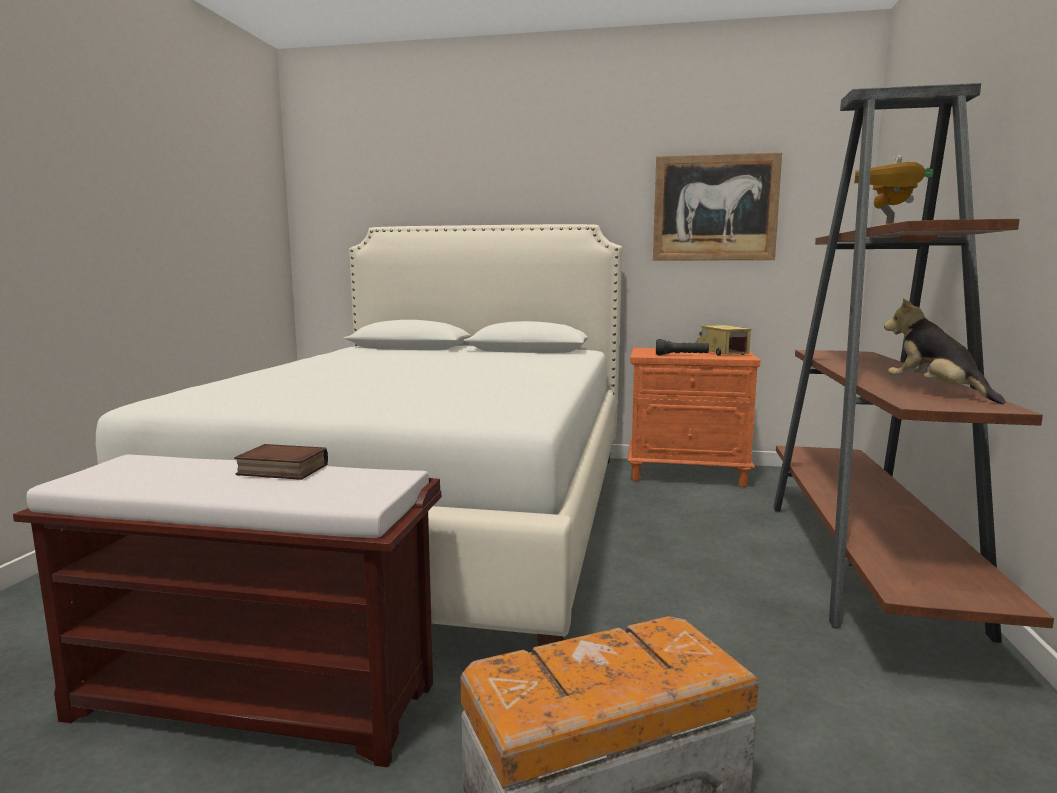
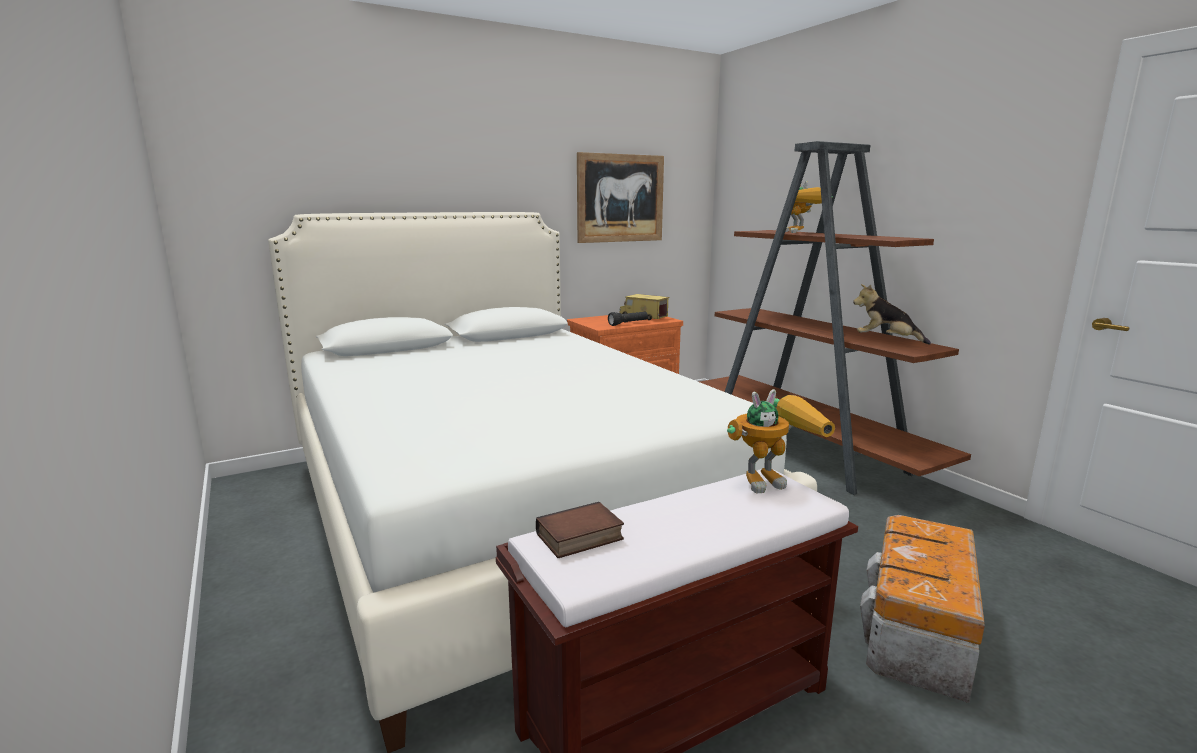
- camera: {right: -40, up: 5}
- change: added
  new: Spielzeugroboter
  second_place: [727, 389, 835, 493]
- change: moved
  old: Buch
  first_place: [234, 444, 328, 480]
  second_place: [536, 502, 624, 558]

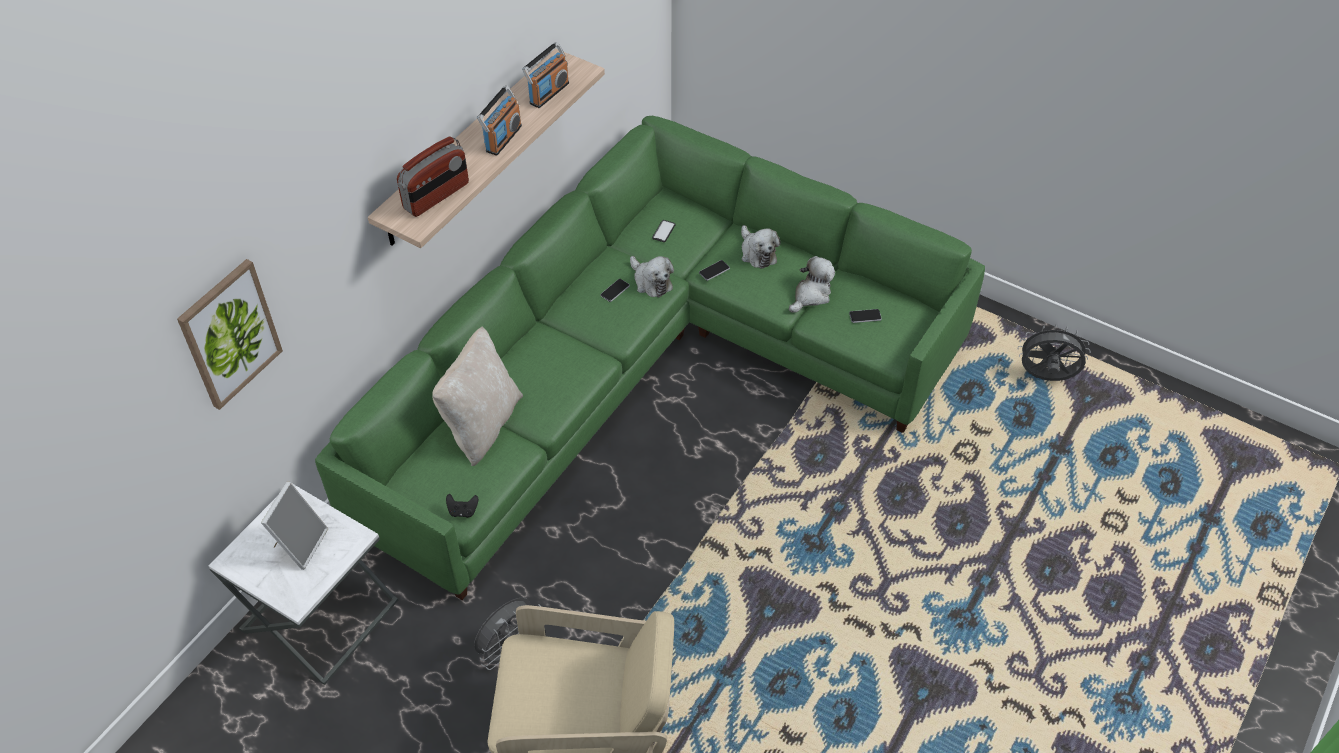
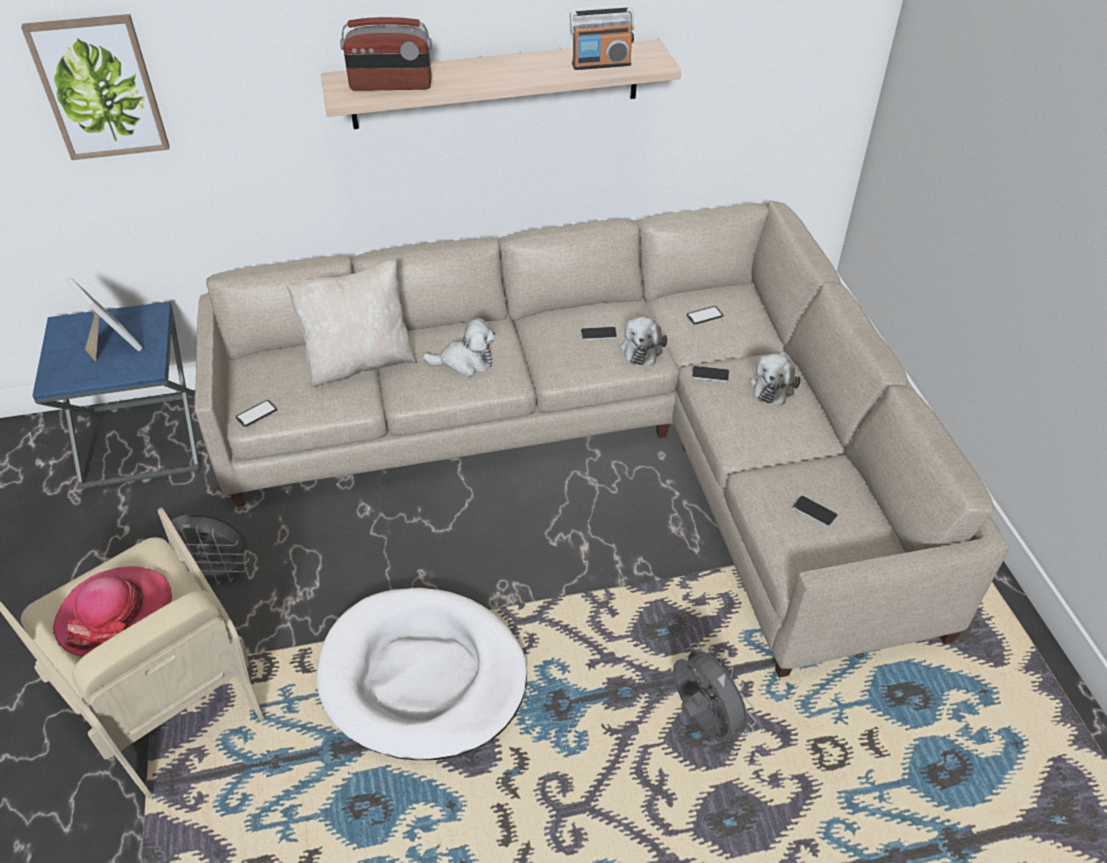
- camera: {right: 45, up: -5}
- change: removed
  old: Radio
  first_place: [477, 86, 522, 156]
- change: added
  new: Hut
  second_place: [53, 566, 172, 656]
- change: added
  new: Hundebett (weiß)
  second_place: [316, 588, 527, 760]
- change: moved
  old: Plüschtier
  first_place: [789, 256, 835, 313]
  second_place: [423, 318, 496, 377]
- change: moved
  old: Ventilator (grau)
  first_place: [1018, 325, 1090, 381]
  second_place: [673, 643, 756, 742]
- change: replaced
  old: Gamepad (schwarz)
  new: Handy
  first_place: [446, 494, 478, 518]
  second_place: [236, 400, 277, 427]
- change: recoloured
  old: Beistelltisch (weiß)
  new: Beistelltisch (blau)
  first_place: [209, 484, 398, 685]
  second_place: [32, 301, 199, 489]
- change: recoloured
  old: Sofa (grün)
  new: Sofa (beige)
  first_place: [315, 116, 985, 600]
  second_place: [194, 201, 1009, 678]
- change: turned
  old: Bilderrahmen
  first_place: [261, 481, 328, 570]
  second_place: [66, 278, 142, 361]
  degrees: -105

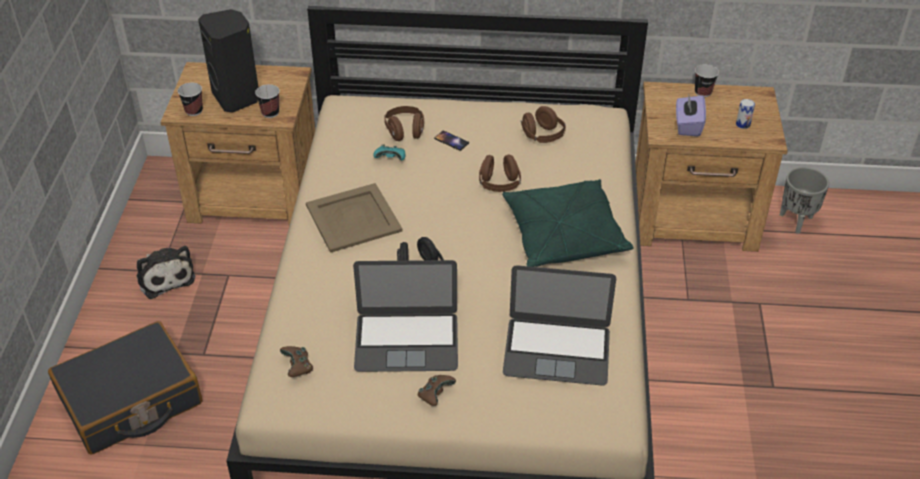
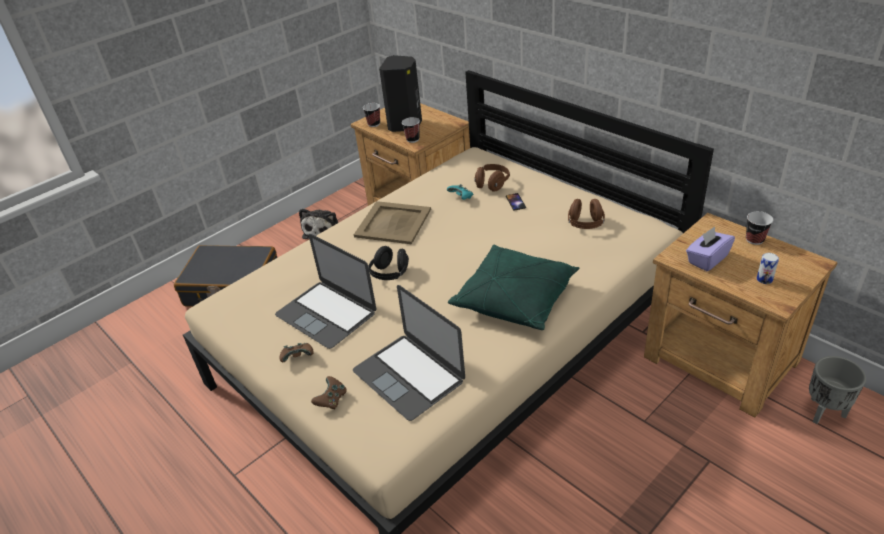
- camera: {right: 45, up: -5}
- change: removed
  old: Kopfhörer (braun)
  first_place: [479, 154, 521, 192]
- change: moved
  old: Gamepad (braun)
  first_place: [280, 346, 313, 377]
  second_place: [311, 376, 347, 410]

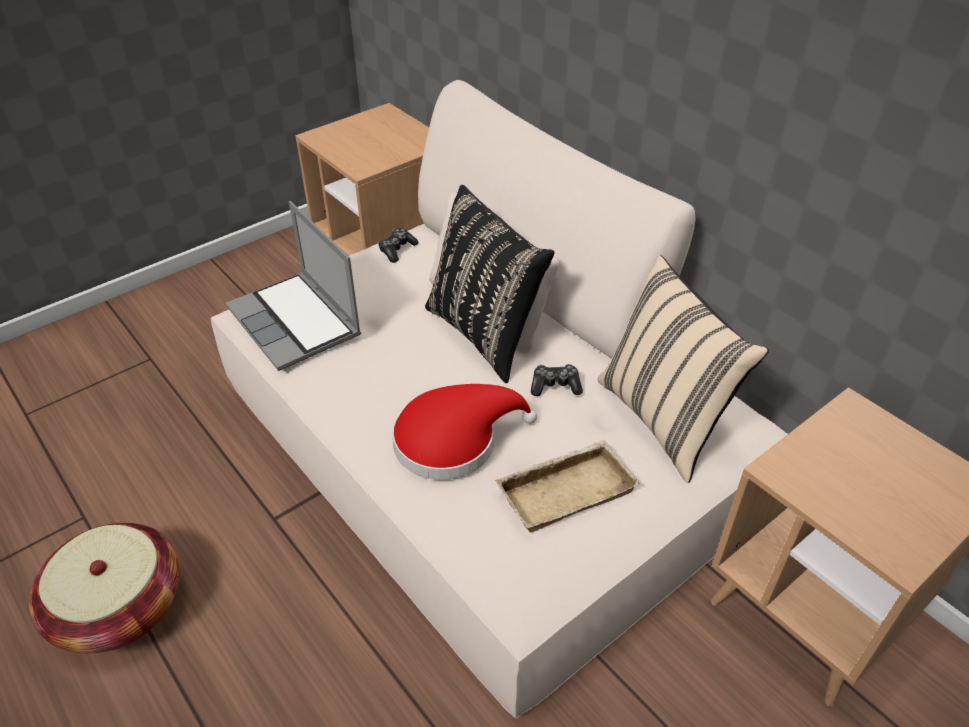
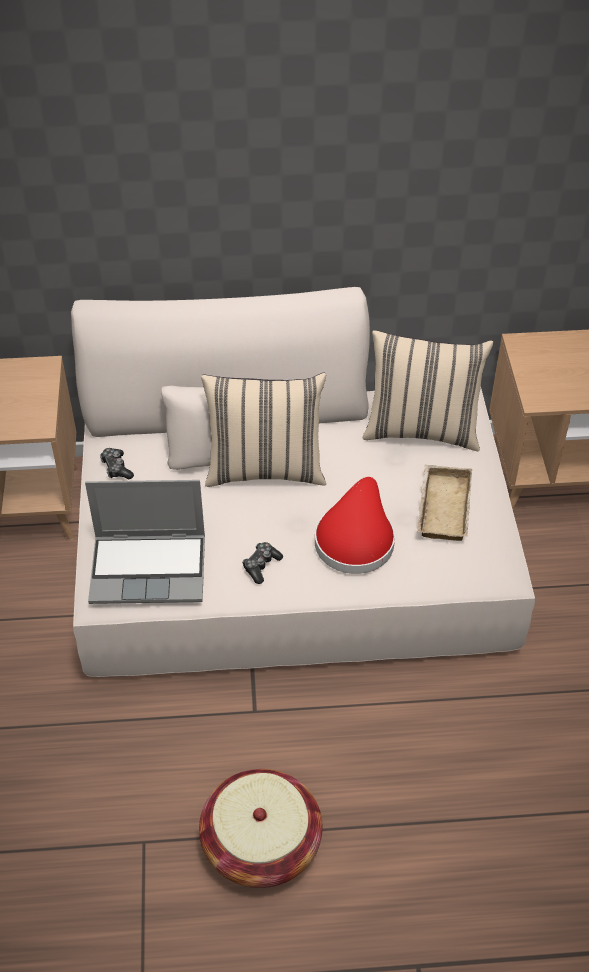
- camera: {right: -55, up: 5}
- change: moved
  old: Gamepad
  first_place: [531, 364, 583, 396]
  second_place: [242, 542, 283, 584]
- change: recoloured
  old: Kissen (schwarz)
  new: Kissen (beige)
  first_place: [425, 185, 554, 383]
  second_place: [201, 372, 326, 487]

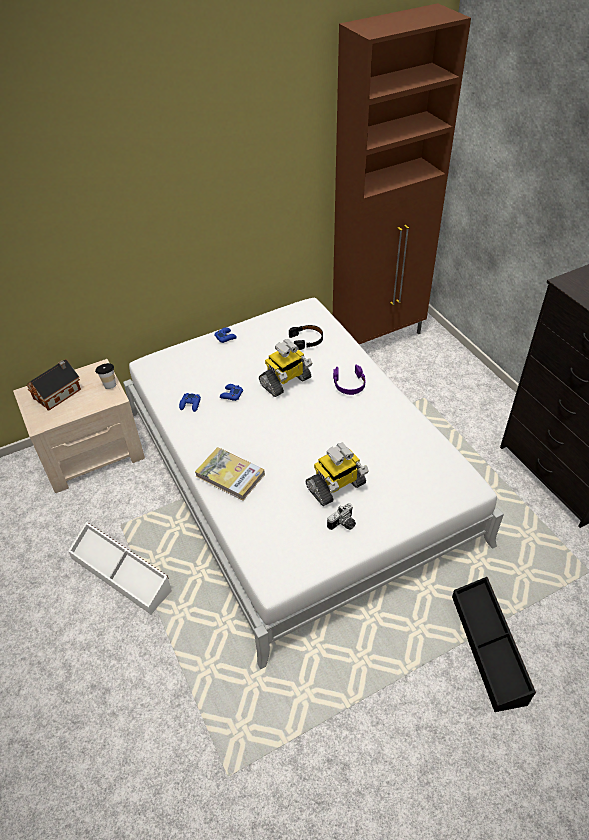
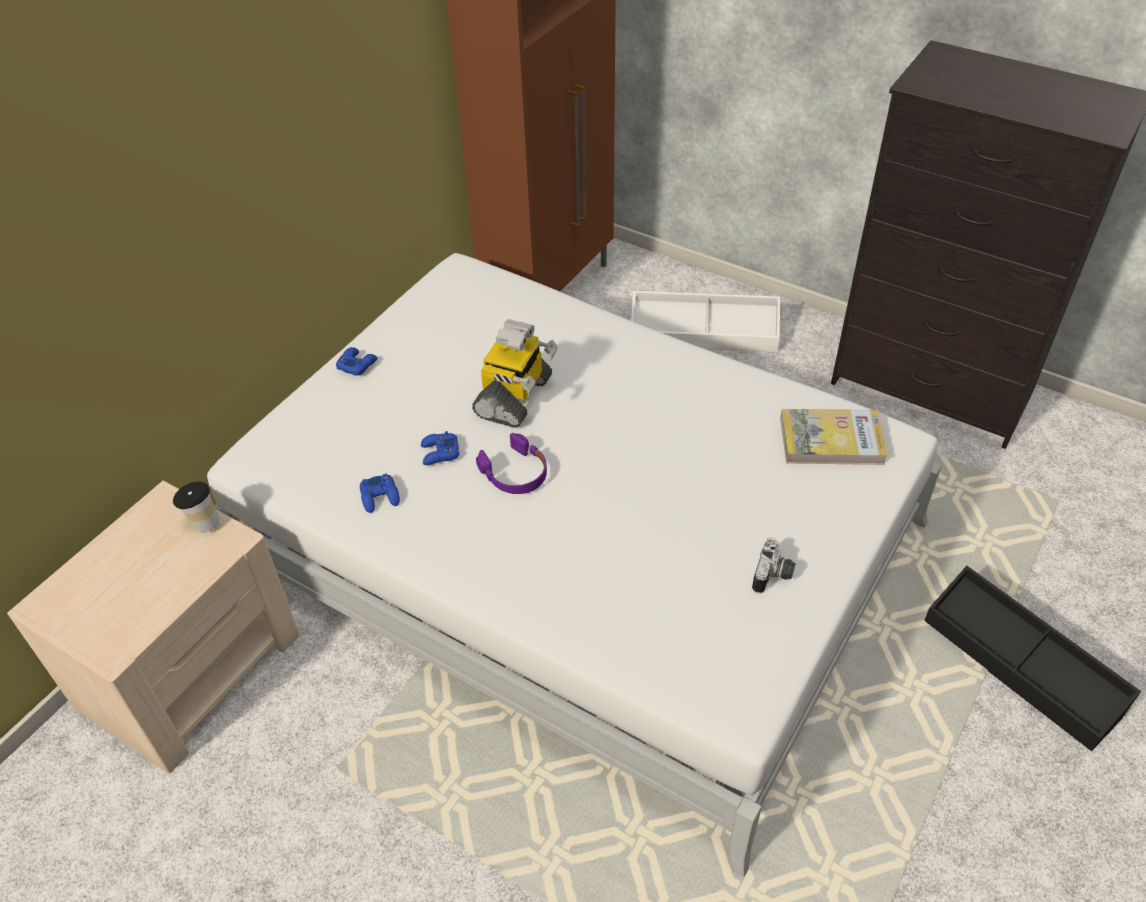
- camera: {right: -30, up: 0}
- change: removed
  old: Spielzeughaus
  first_place: [26, 359, 81, 411]
- change: removed
  old: Kopfhörer (schwarz)
  first_place: [289, 325, 323, 350]
- change: removed
  old: Spielzeugroboter
  first_place: [306, 443, 369, 506]
- change: moved
  old: Aufbewahrungsbox (weiß)
  first_place: [68, 522, 172, 614]
  second_place: [631, 291, 780, 352]
- change: moved
  old: Buch
  first_place: [195, 447, 265, 501]
  second_place: [780, 409, 888, 465]
- change: moved
  old: Kopfhörer (lila)
  first_place: [333, 365, 366, 395]
  second_place: [476, 433, 547, 494]

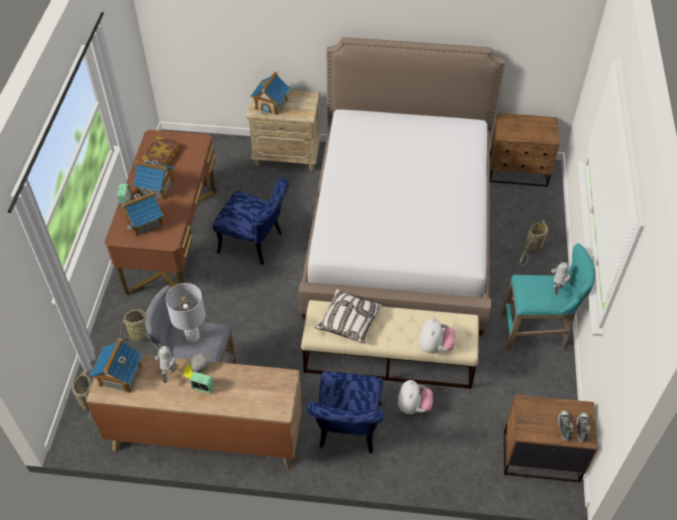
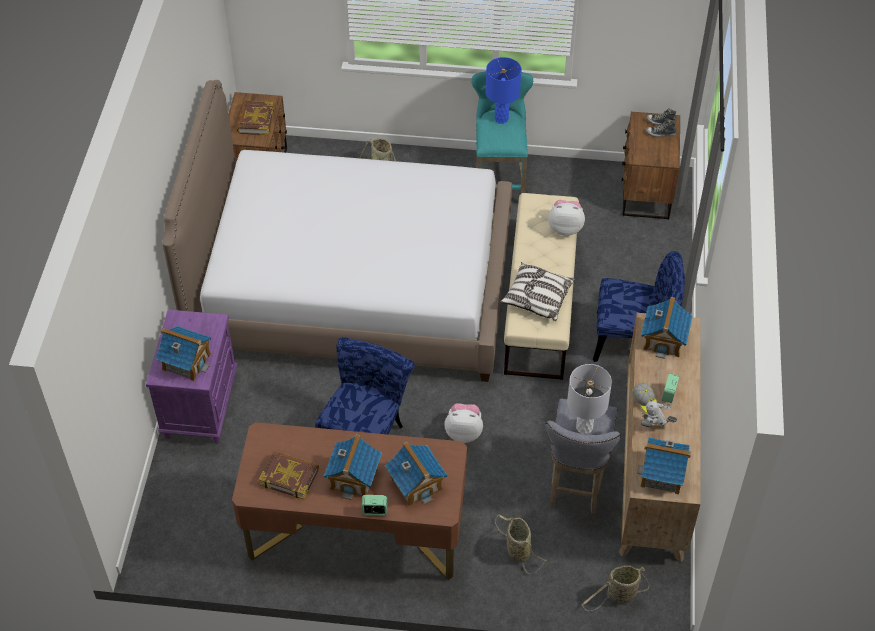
- camera: {right: -90, up: 0}
- change: added
  new: Buch
  second_place: [237, 101, 274, 135]
- change: added
  new: Spielzeughaus
  second_place: [641, 297, 693, 359]
- change: moved
  old: Plüschtier
  first_place: [398, 380, 433, 414]
  second_place: [444, 403, 483, 443]
- change: replaced
  old: Spielzeugroboter
  new: Tischlampe (blau)
  first_place: [551, 261, 571, 295]
  second_place: [486, 57, 522, 124]
- change: recoloured
  old: Nachttisch (beige)
  new: Nachttisch (lila)
  first_place: [246, 87, 321, 171]
  second_place: [146, 310, 238, 444]

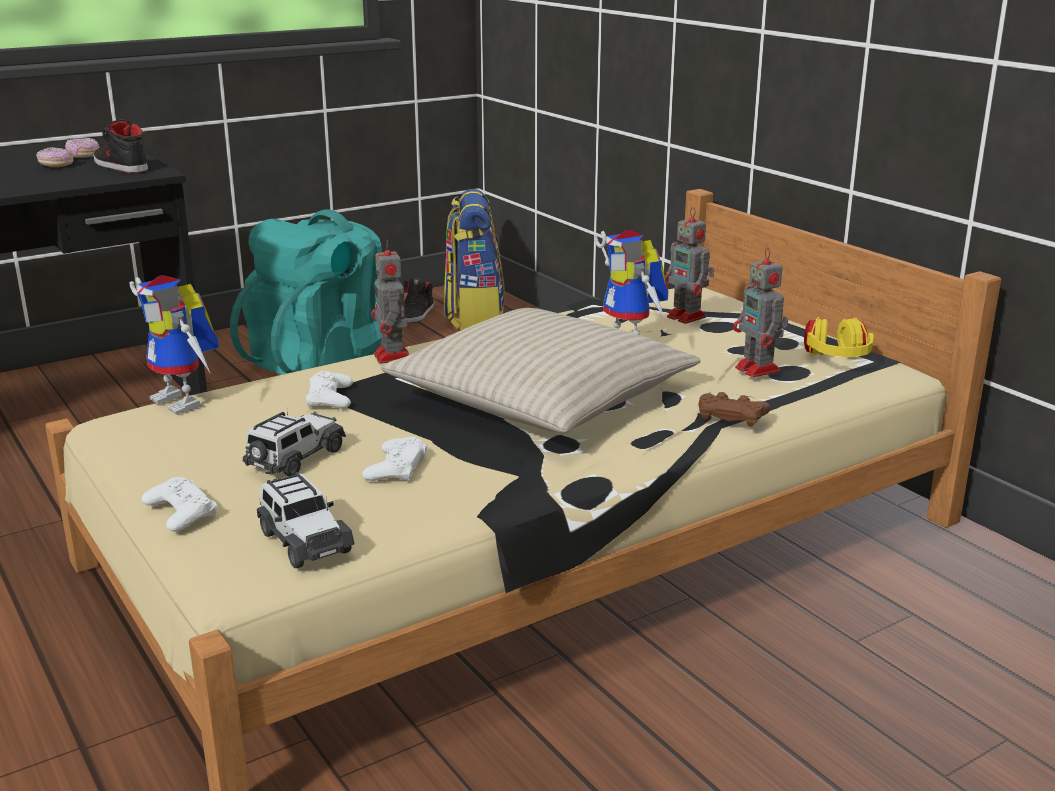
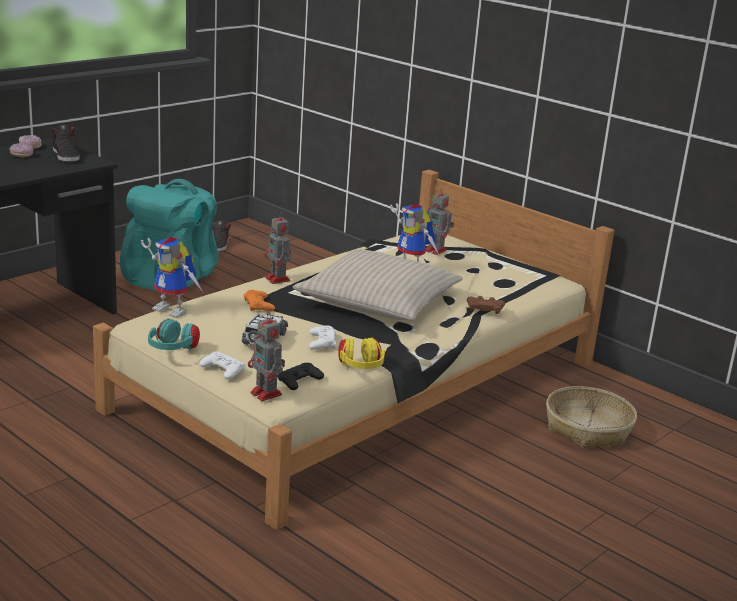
- camera: {right: -15, up: 0}
- change: removed
  old: Rucksack
  first_place: [444, 189, 505, 330]
- change: added
  new: Kopfhörer (türkis)
  second_place: [148, 318, 200, 351]
- change: added
  new: Korb
  second_place: [546, 386, 637, 449]
- change: moved
  old: Spielzeugroboter
  first_place: [733, 248, 788, 377]
  second_place: [248, 312, 285, 401]
- change: moved
  old: Kopfhörer (gelb)
  first_place: [804, 317, 874, 357]
  second_place: [338, 338, 385, 369]
- change: replaced
  old: Spielzeugauto
  new: Gamepad (schwarz)
  first_place: [257, 472, 355, 568]
  second_place: [277, 363, 324, 390]
- change: recoloured
  old: Gamepad (weiß)
  new: Gamepad (orange)
  first_place: [306, 371, 353, 408]
  second_place: [244, 290, 275, 312]
- change: turned
  old: Schuh (schwarz)
  first_place: [93, 119, 148, 173]
  second_place: [50, 124, 80, 162]
  degrees: -150

